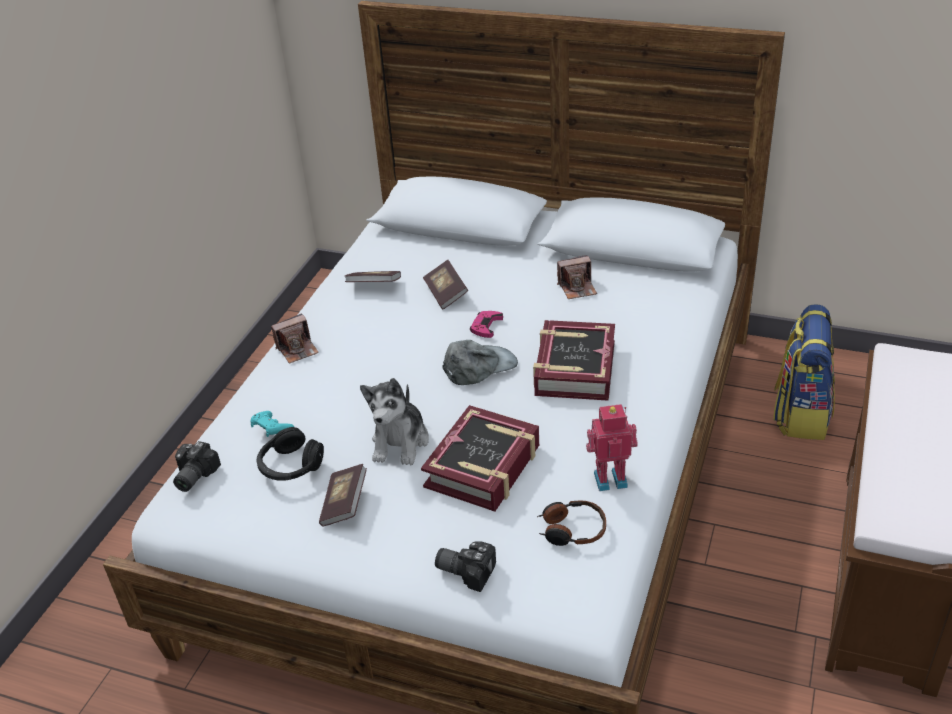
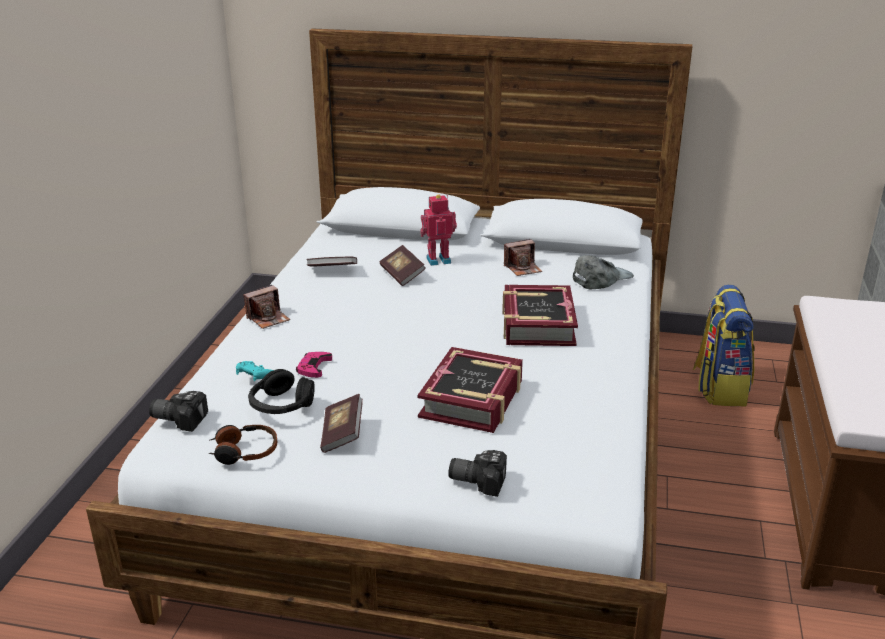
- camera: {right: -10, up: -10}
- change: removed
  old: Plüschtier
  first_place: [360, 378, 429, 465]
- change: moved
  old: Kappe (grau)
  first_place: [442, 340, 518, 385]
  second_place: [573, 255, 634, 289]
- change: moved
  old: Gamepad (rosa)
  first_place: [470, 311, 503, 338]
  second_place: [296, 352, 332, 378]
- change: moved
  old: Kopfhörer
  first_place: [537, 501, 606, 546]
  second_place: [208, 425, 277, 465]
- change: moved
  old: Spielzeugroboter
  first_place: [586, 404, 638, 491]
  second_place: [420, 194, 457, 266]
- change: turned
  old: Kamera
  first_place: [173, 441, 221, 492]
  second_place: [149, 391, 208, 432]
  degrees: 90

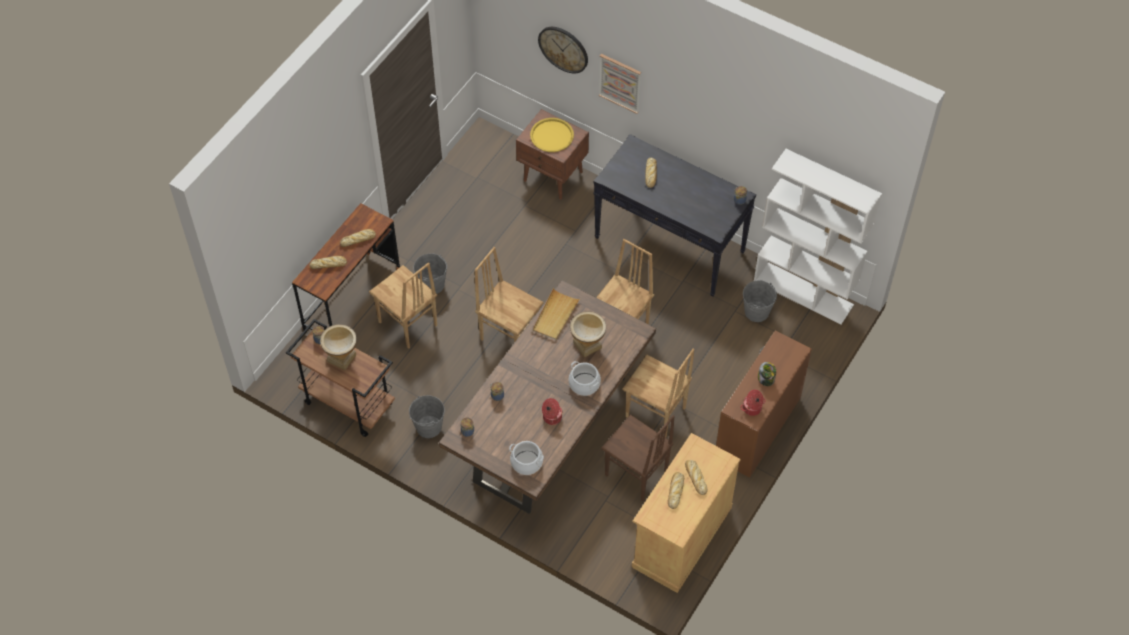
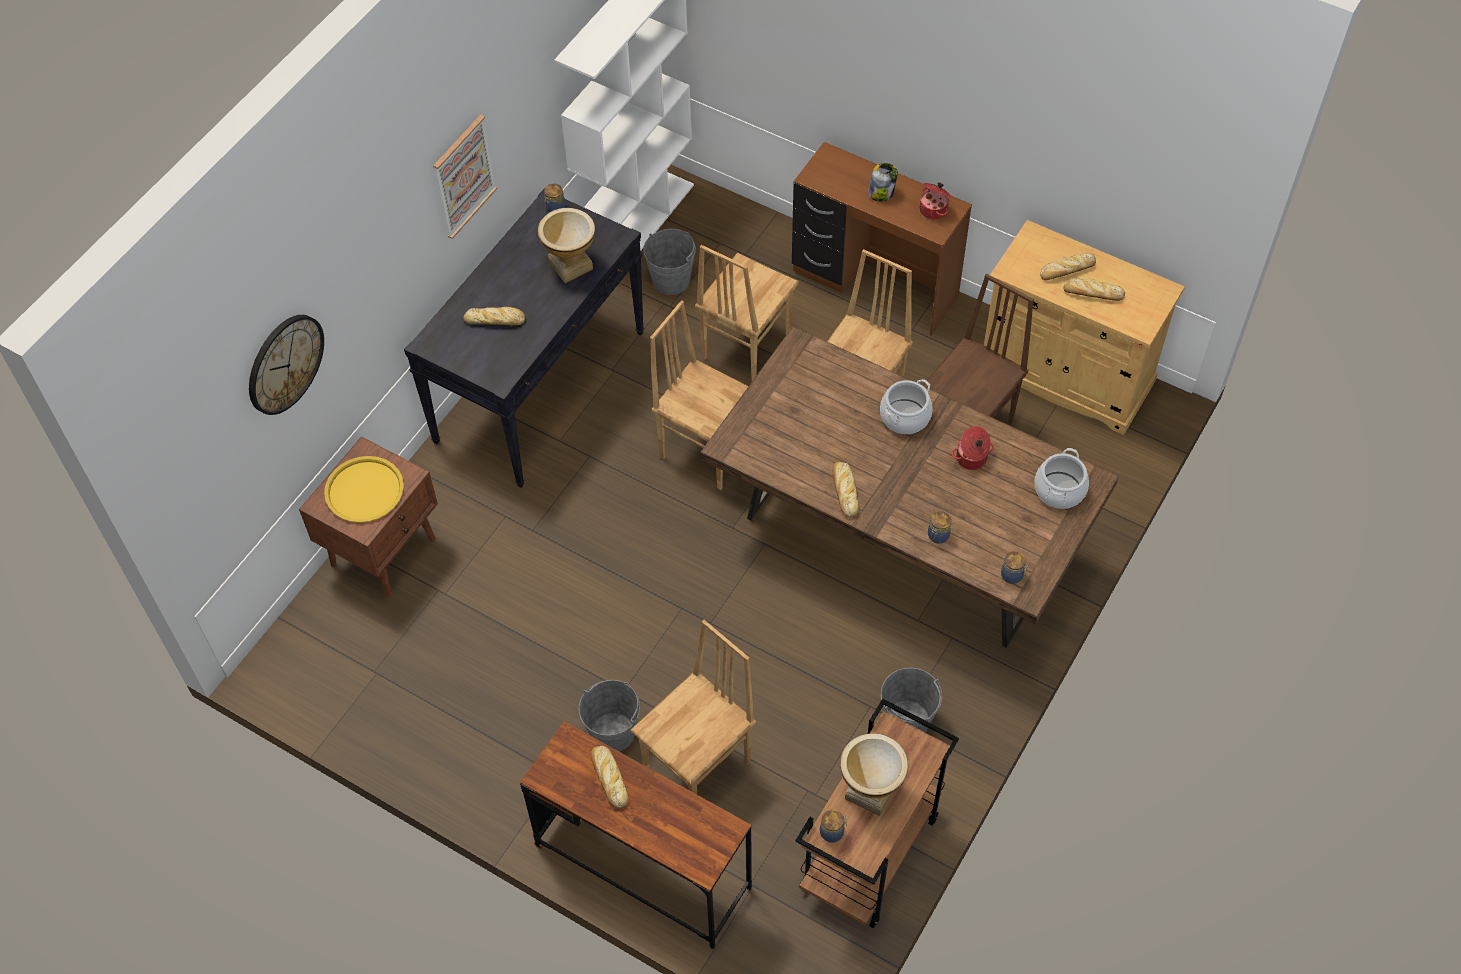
- camera: {right: -90, up: 0}
- change: removed
  old: Tablett (beige)
  first_place: [533, 288, 581, 340]
- change: moved
  old: Brot
  first_place: [309, 256, 347, 269]
  second_place: [832, 462, 859, 517]
- change: moved
  old: Stuhl (braun)
  first_place: [475, 247, 543, 343]
  second_place: [695, 245, 799, 381]
- change: moved
  old: Vase
  first_place: [570, 311, 606, 357]
  second_place: [538, 208, 595, 283]
- change: moved
  old: Bild
  first_place: [599, 54, 641, 114]
  second_place: [433, 115, 497, 239]

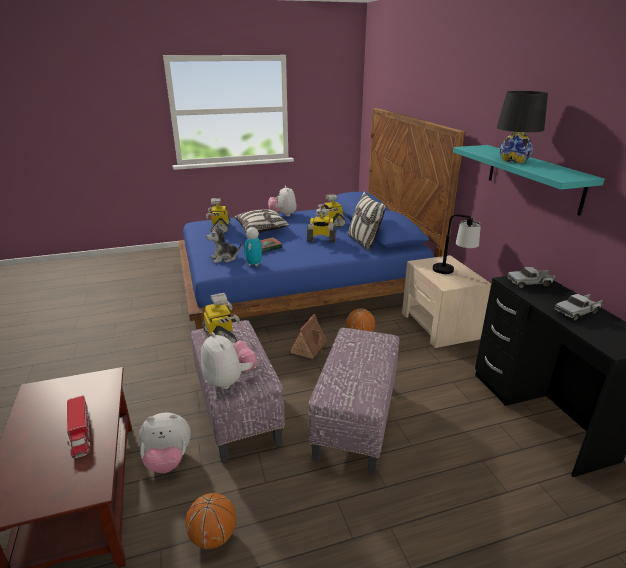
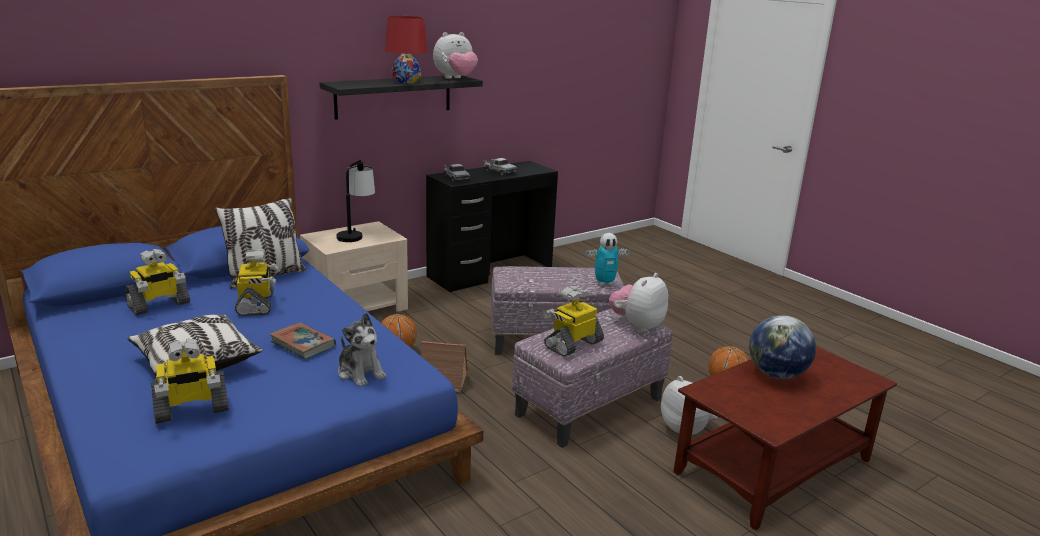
- camera: {right: -110, up: -5}
- change: moved
  old: Spielzeugroboter
  first_place: [244, 227, 262, 266]
  second_place: [585, 233, 630, 285]
- change: moved
  old: Plüschtier
  first_place: [268, 186, 297, 217]
  second_place: [433, 32, 478, 79]
- change: replaced
  old: Spielzeuglaster
  new: Globus
  first_place: [67, 396, 90, 458]
  second_place: [749, 315, 816, 379]
- change: recoloured
  old: Wandregal (türkis)
  new: Wandregal (schwarz)
  first_place: [453, 145, 605, 216]
  second_place: [320, 76, 483, 120]
- change: recoloured
  old: Tischlampe (schwarz)
  new: Tischlampe (rot)
  first_place: [497, 91, 548, 163]
  second_place: [385, 16, 428, 84]

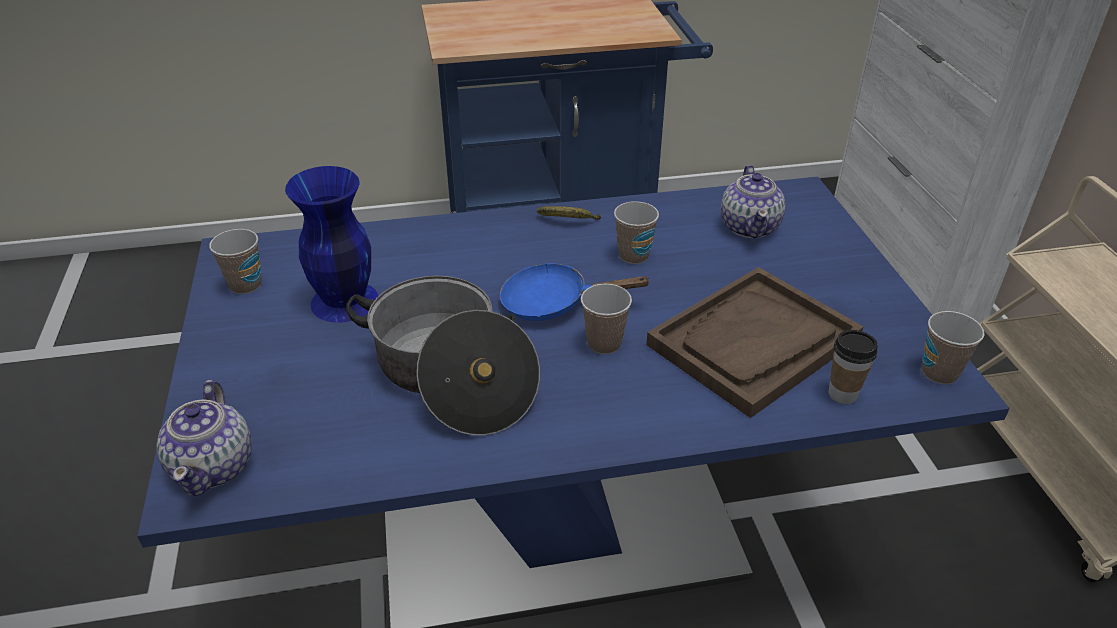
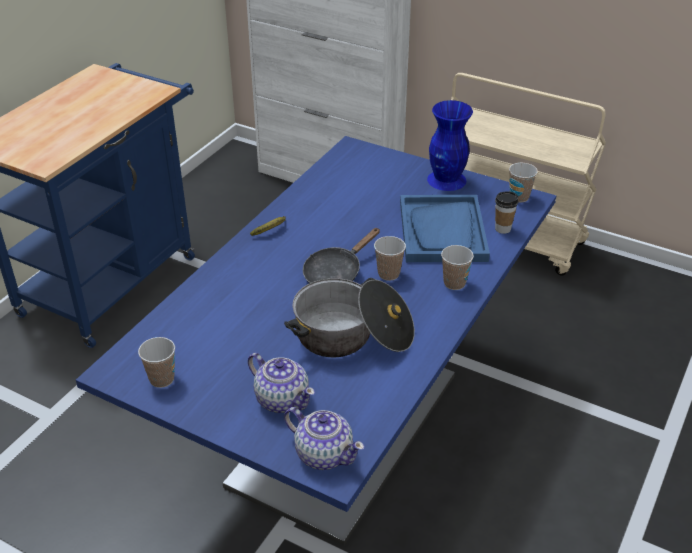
- camera: {right: -50, up: 0}
- change: moved
  old: Vase (blau)
  first_place: [285, 166, 378, 323]
  second_place: [427, 100, 473, 191]
- change: moved
  old: Tasse
  first_place: [614, 201, 659, 264]
  second_place: [441, 245, 474, 290]
- change: moved
  old: Teekanne
  first_place: [721, 165, 785, 238]
  second_place: [248, 353, 315, 413]
- change: recoloured
  old: Pfanne (blau)
  new: Pfanne (schwarz)
  first_place: [500, 263, 651, 321]
  second_place: [303, 228, 380, 283]
- change: recoloured
  old: Tablett (braun)
  new: Tablett (blau)
  first_place: [646, 267, 863, 418]
  second_place: [400, 195, 490, 262]

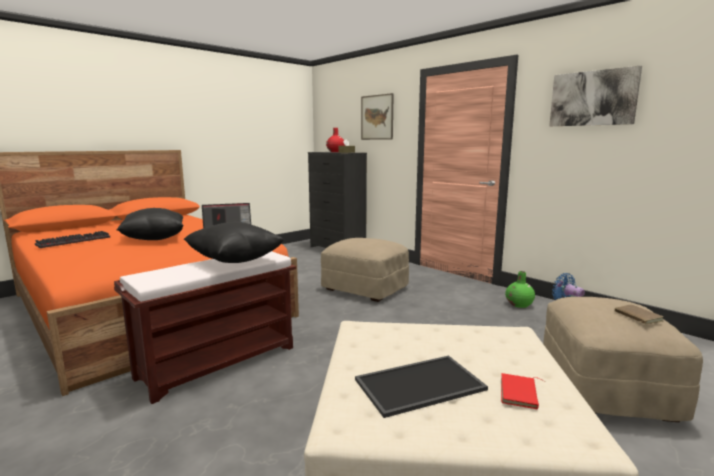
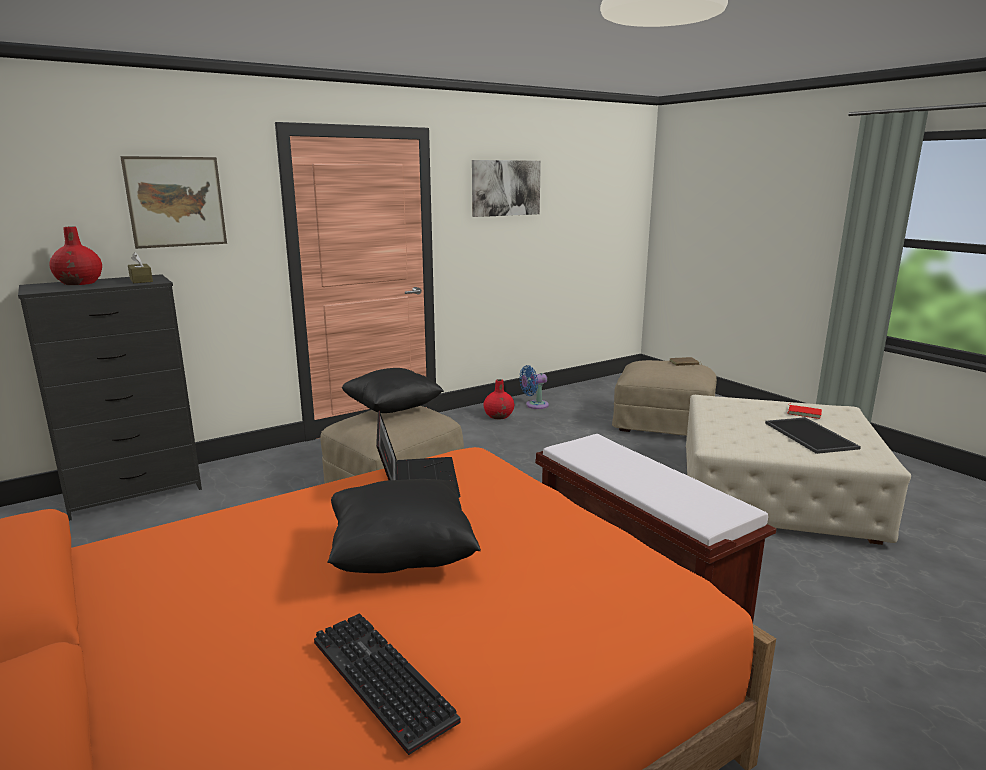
- camera: {right: -80, up: 5}
- change: moved
  old: Kissen (schwarz)
  first_place: [184, 222, 284, 263]
  second_place: [342, 368, 444, 413]
- change: recoloured
  old: Vase (grün)
  new: Vase (rot)
  first_place: [505, 271, 535, 308]
  second_place: [483, 379, 514, 419]

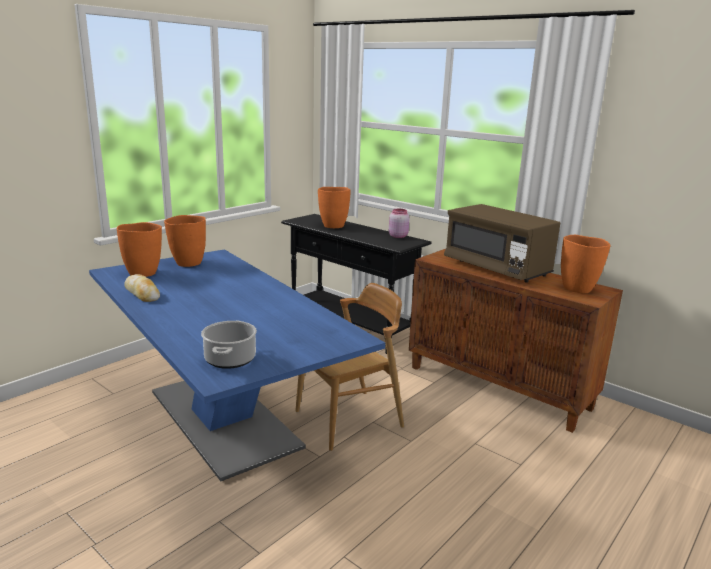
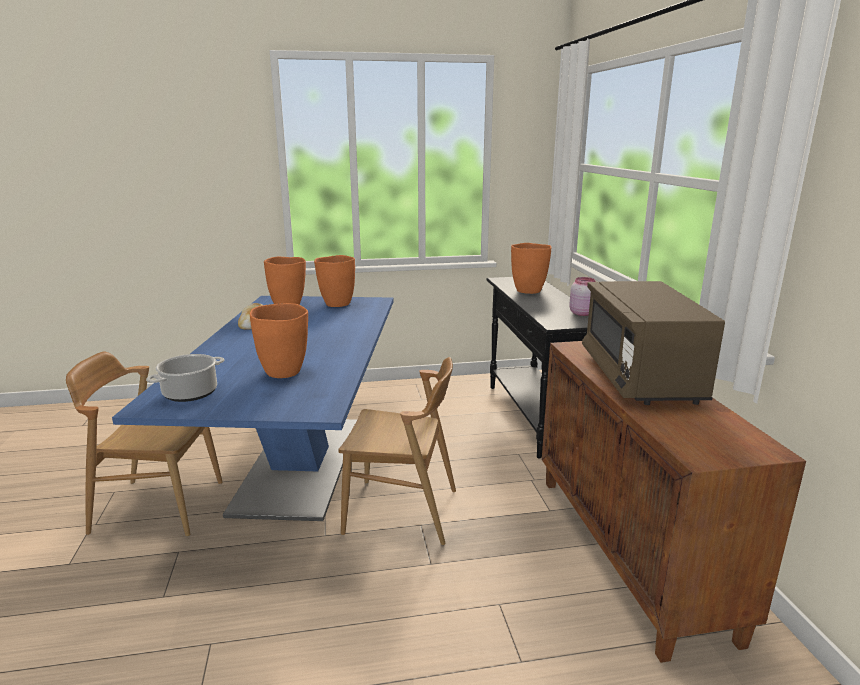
- camera: {right: 40, up: 0}
- change: added
  new: Stuhl (braun)
  second_place: [66, 352, 223, 537]
- change: moved
  old: Vase (orange)
  first_place: [561, 235, 611, 293]
  second_place: [250, 303, 308, 378]

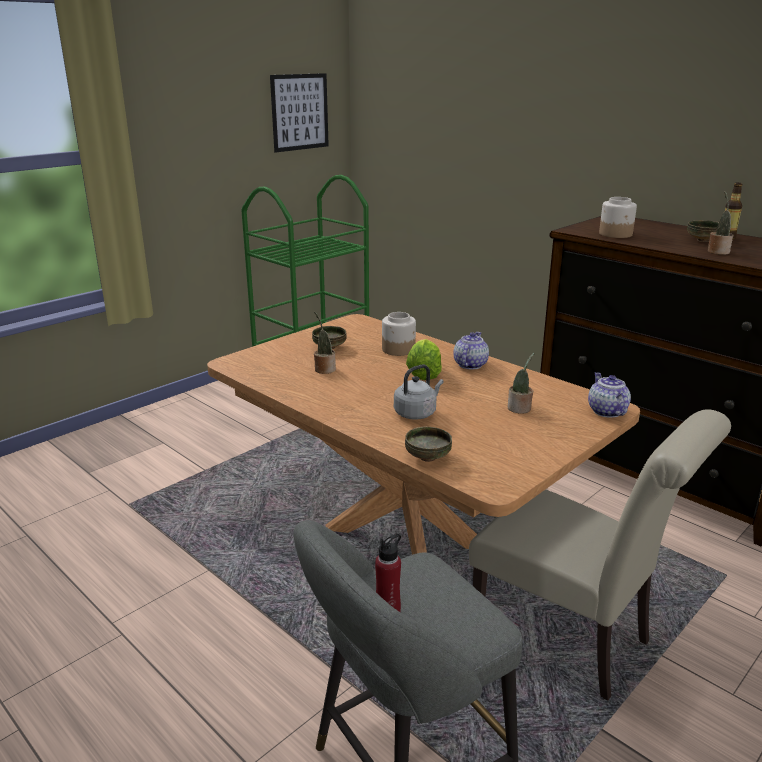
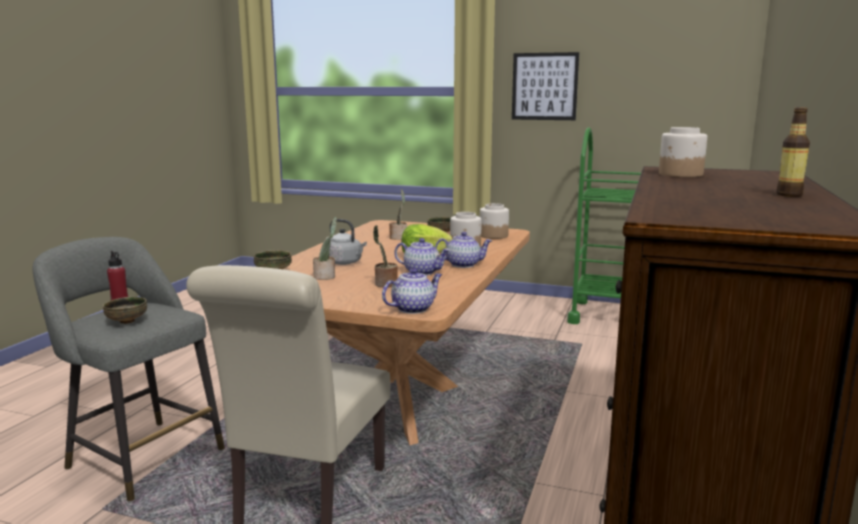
- camera: {right: 65, up: -10}
- change: added
  new: Teekanne
  second_place: [394, 238, 450, 275]
- change: added
  new: Vorratsglas
  second_place: [480, 203, 509, 239]
- change: moved
  old: Bild
  first_place: [270, 73, 329, 152]
  second_place: [512, 52, 579, 120]
- change: moved
  old: Schüssel
  first_place: [687, 220, 719, 242]
  second_place: [103, 297, 147, 324]
- change: moved
  old: Topfpflanze
  first_place: [708, 191, 733, 255]
  second_place: [313, 217, 337, 280]

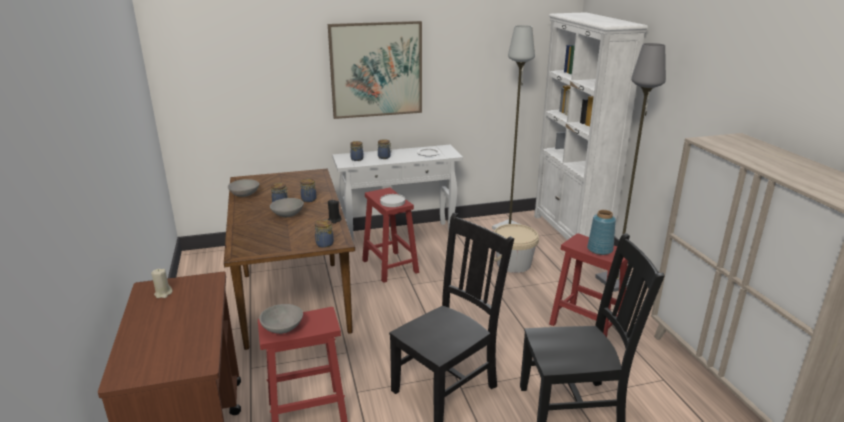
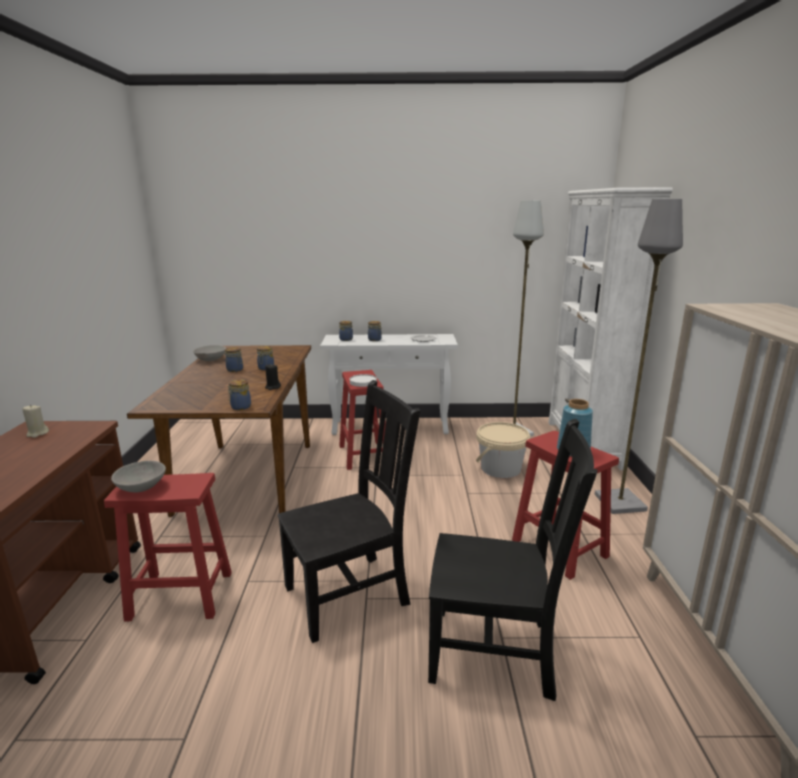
- camera: {right: 15, up: -5}
- change: removed
  old: Schüssel (grau)
  first_place: [270, 198, 304, 218]
- change: removed
  old: Bild
  first_place: [328, 21, 422, 119]

